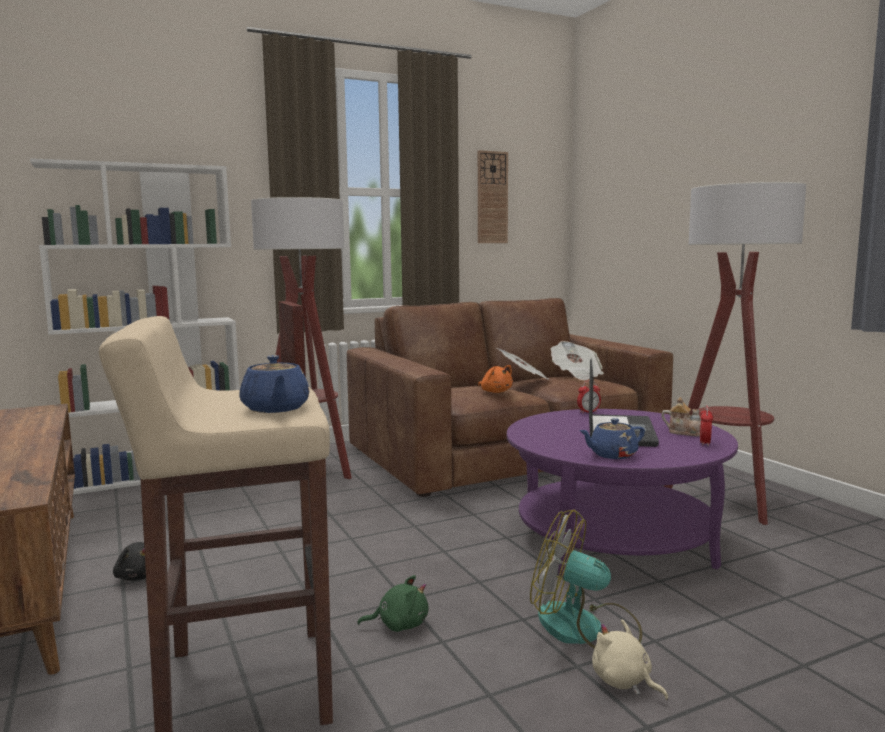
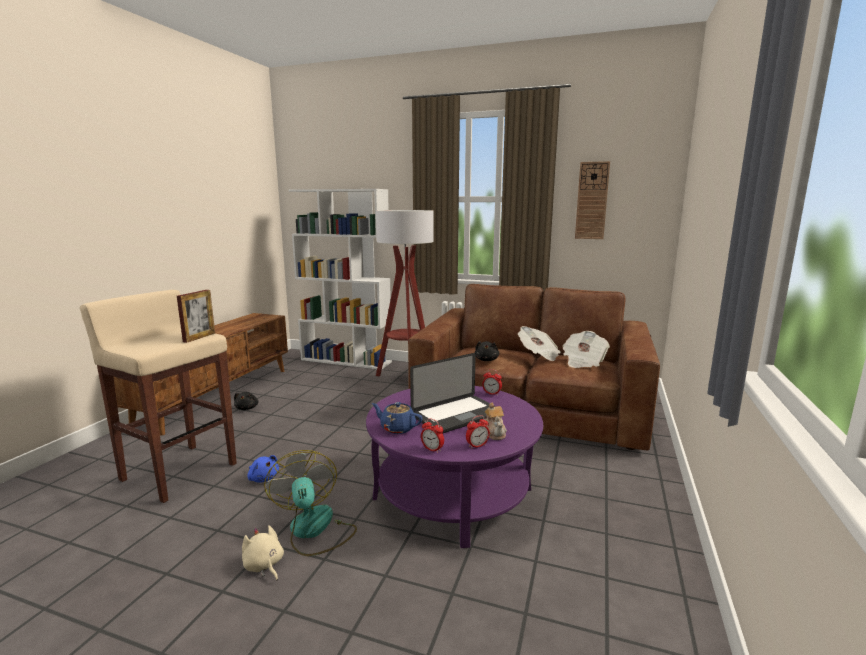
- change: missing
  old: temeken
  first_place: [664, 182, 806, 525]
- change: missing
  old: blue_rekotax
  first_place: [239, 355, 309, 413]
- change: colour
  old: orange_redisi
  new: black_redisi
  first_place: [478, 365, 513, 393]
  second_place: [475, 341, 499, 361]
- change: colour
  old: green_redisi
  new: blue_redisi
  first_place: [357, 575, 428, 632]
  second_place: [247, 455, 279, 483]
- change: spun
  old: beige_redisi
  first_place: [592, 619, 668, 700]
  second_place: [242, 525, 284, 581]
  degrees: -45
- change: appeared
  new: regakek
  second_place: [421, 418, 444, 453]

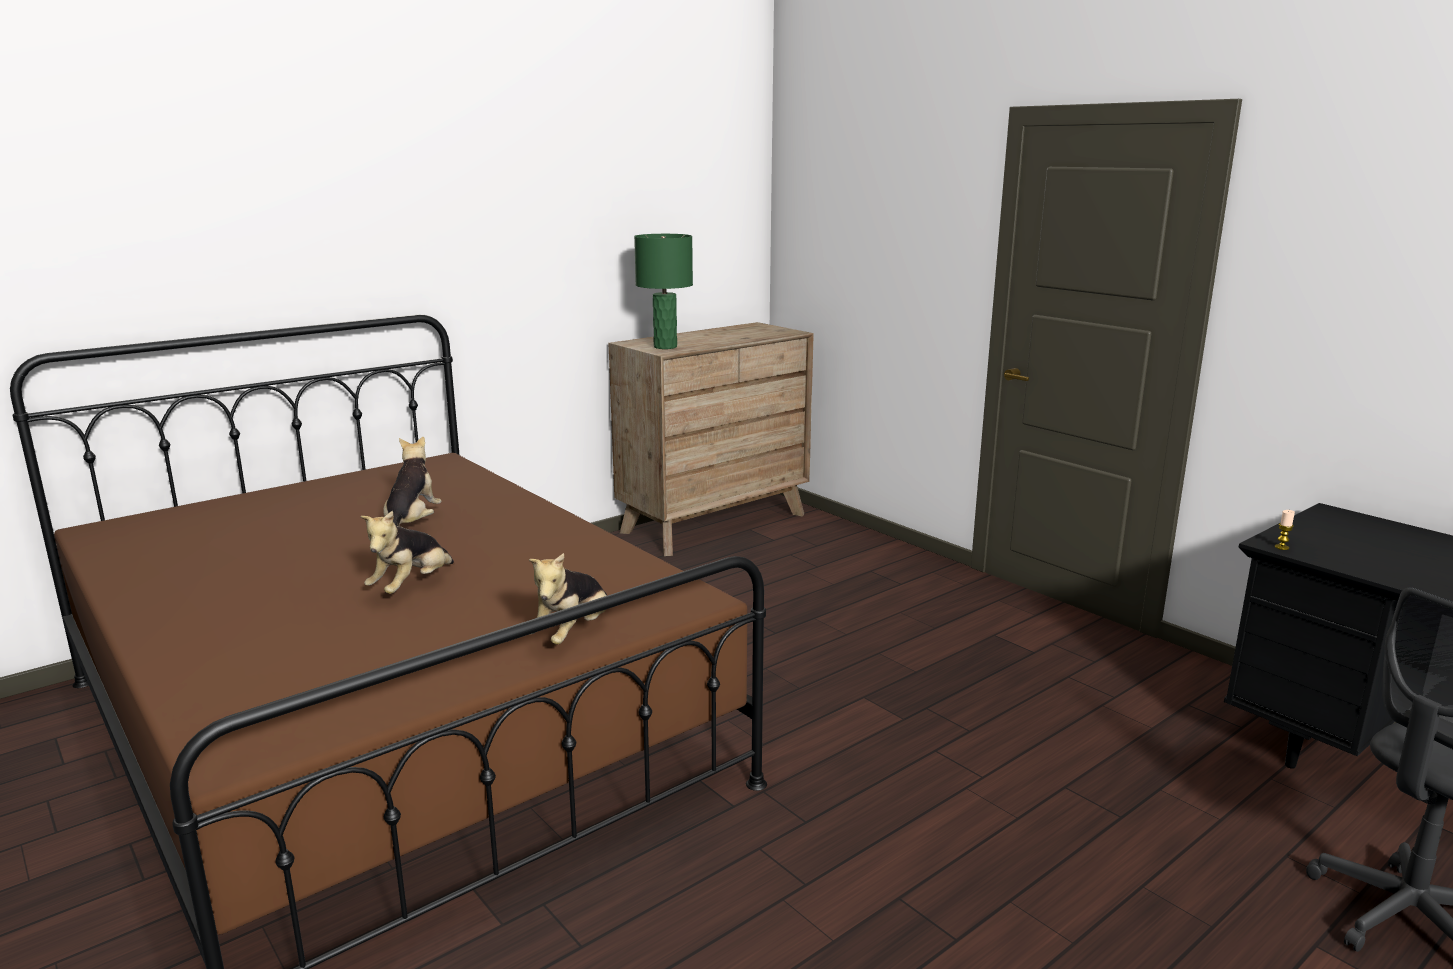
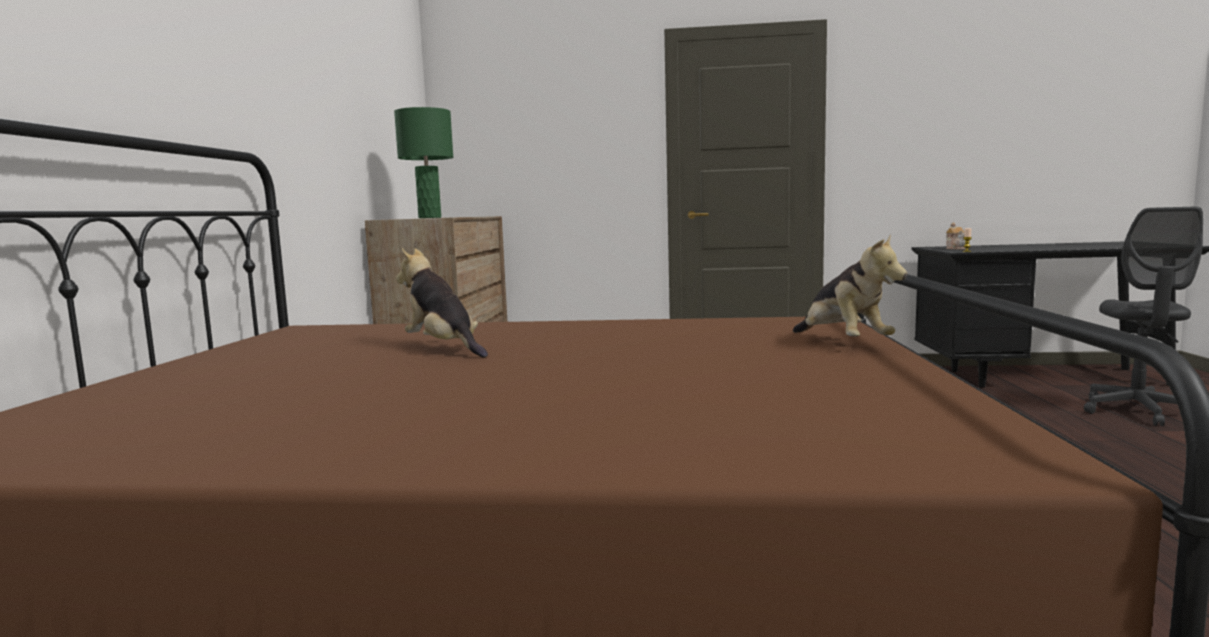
- change: missing
  old: redisi
  first_place: [361, 511, 454, 594]
- change: appeared
  new: rekotax
  second_place: [946, 222, 966, 250]

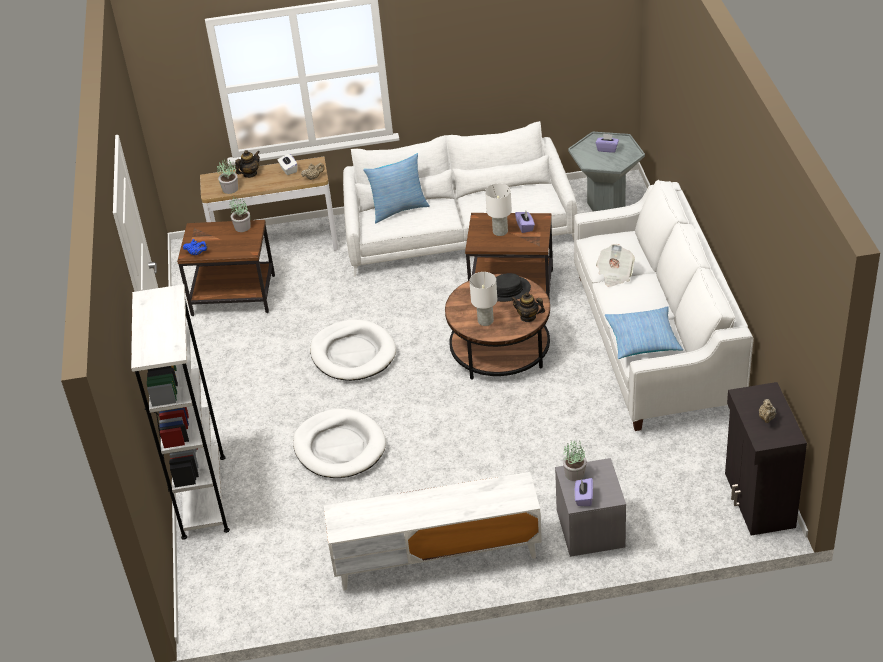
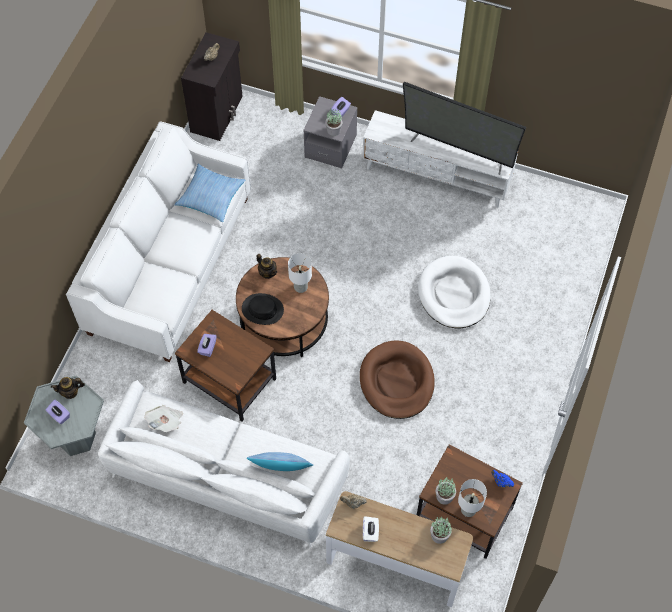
- change: relocated
  old: rekotax
  first_place: [235, 150, 260, 178]
  second_place: [51, 377, 85, 399]
- change: relocated
  old: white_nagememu
  first_place: [485, 183, 512, 236]
  second_place: [458, 479, 487, 517]
- change: relocated
  old: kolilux
  first_place: [596, 244, 635, 287]
  second_place: [144, 405, 183, 432]
- change: missing
  old: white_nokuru
  first_place: [131, 284, 230, 540]
- change: colour
  old: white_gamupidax
  new: brown_gamupidax
  first_place: [310, 319, 396, 381]
  second_place: [360, 340, 435, 419]
- change: appeared
  new: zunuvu
  second_place: [403, 82, 526, 175]

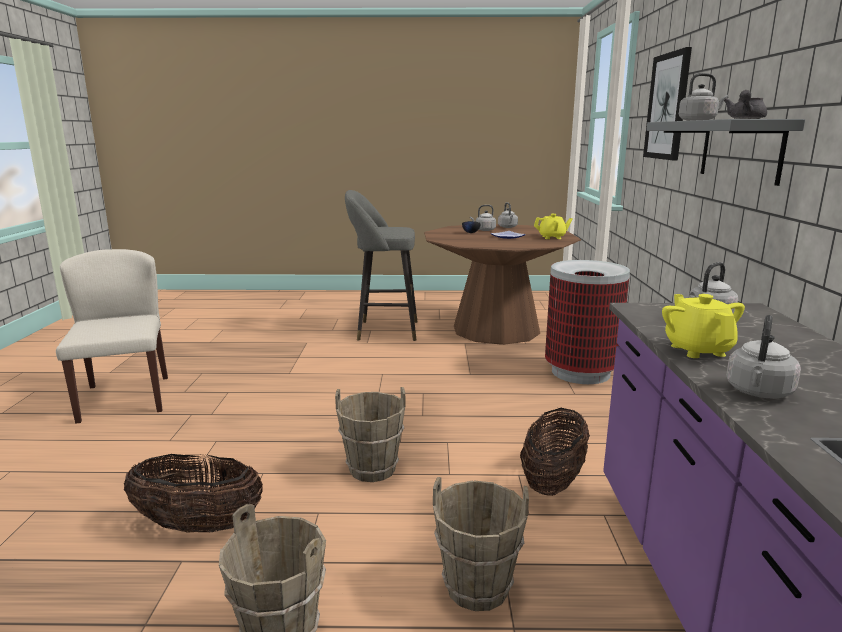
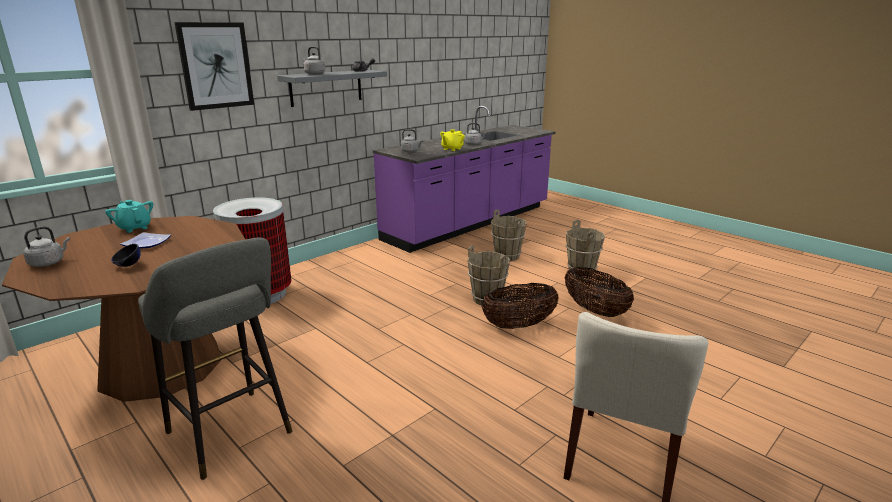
- change: missing
  old: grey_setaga
  first_place: [470, 205, 496, 231]
- change: colour
  old: yellow_rekotax
  new: turquoise_rekotax
  first_place: [534, 214, 573, 239]
  second_place: [105, 200, 153, 233]
- change: relocated
  old: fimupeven
  first_place: [520, 408, 590, 496]
  second_place: [482, 283, 559, 329]

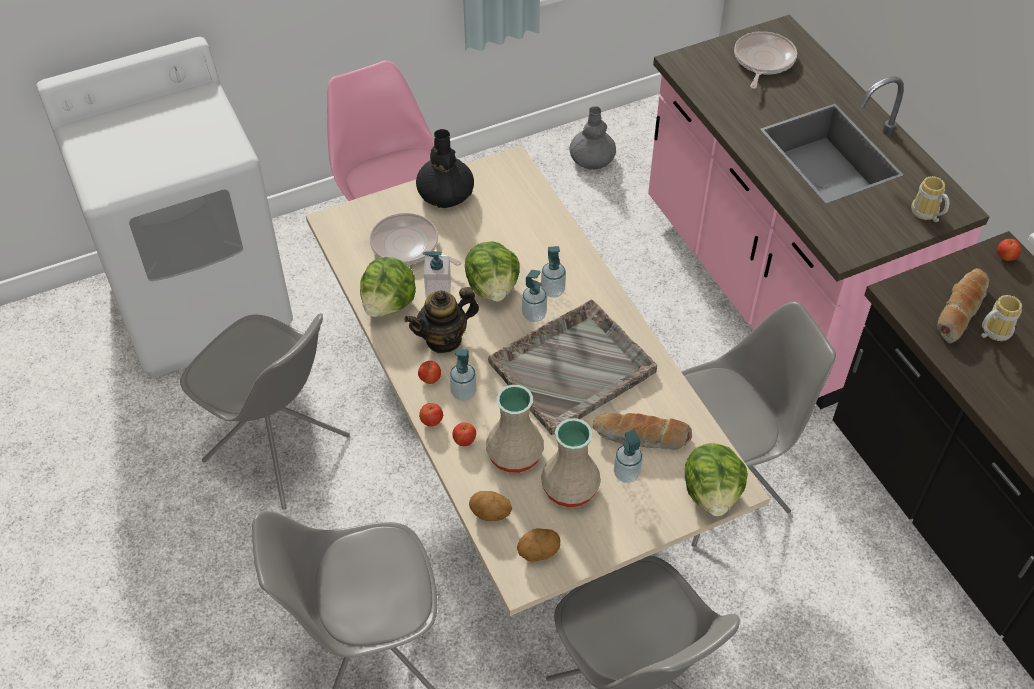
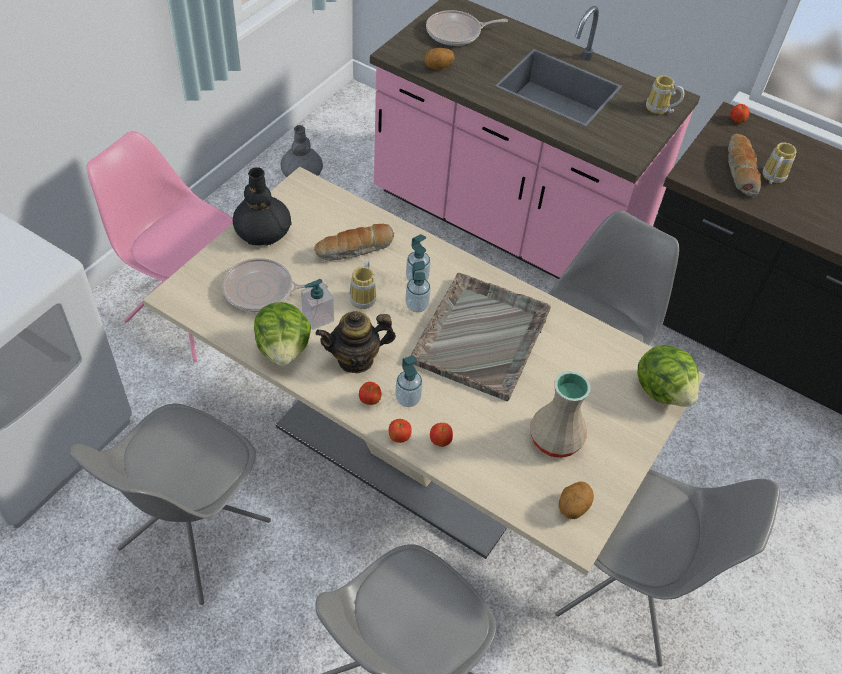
- change: spun
  old: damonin
  first_place: [734, 31, 797, 89]
  second_place: [426, 10, 508, 46]
  degrees: -90
- change: exchanged
  old: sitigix
  new: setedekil
  first_place: [465, 241, 520, 301]
  second_place: [349, 258, 377, 309]
- change: spun
  old: rekotax
  first_place: [404, 287, 479, 353]
  second_place: [316, 311, 396, 373]
  degrees: 45
- change: spun
  old: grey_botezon
  first_place: [180, 313, 350, 510]
  second_place: [70, 404, 271, 605]
  degrees: 120
- change: missing
  old: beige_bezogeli
  first_place: [486, 385, 544, 473]
- change: relocated
  old: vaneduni
  first_place: [593, 413, 692, 450]
  second_place: [314, 224, 394, 260]
- change: missing
  old: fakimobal
  first_place: [614, 430, 643, 483]
- change: relocated
  old: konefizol
  first_place: [469, 491, 512, 521]
  second_place: [424, 48, 455, 70]

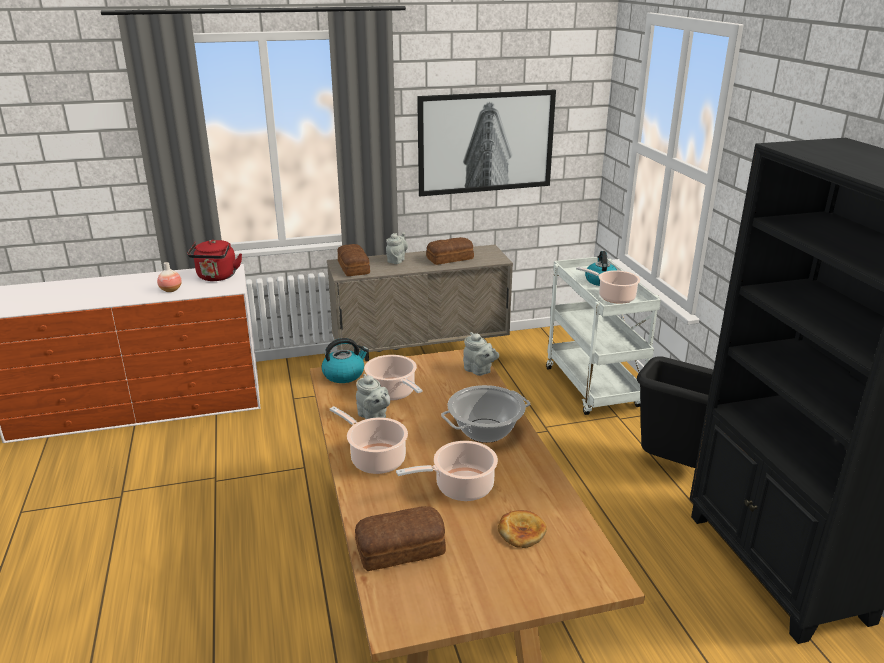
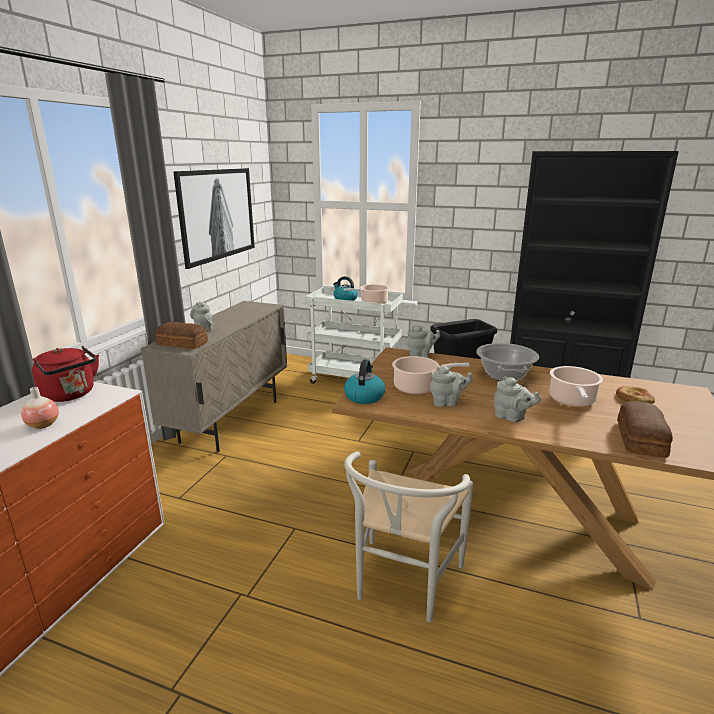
- change: missing
  old: vaneduni
  first_place: [426, 237, 474, 265]
- change: exchanged
  old: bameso
  new: grey_rekotax
  first_place: [330, 406, 408, 474]
  second_place: [494, 376, 541, 422]
- change: appeared
  new: white_botezon
  second_place: [344, 451, 473, 622]

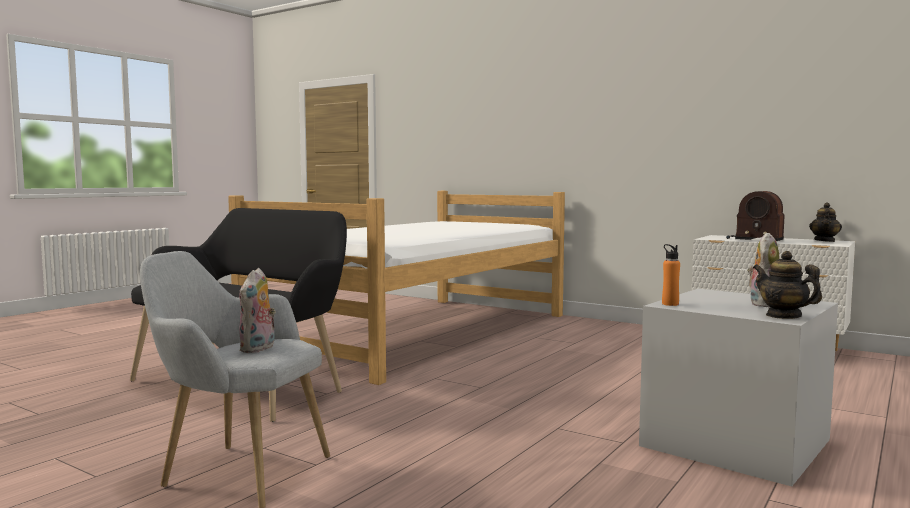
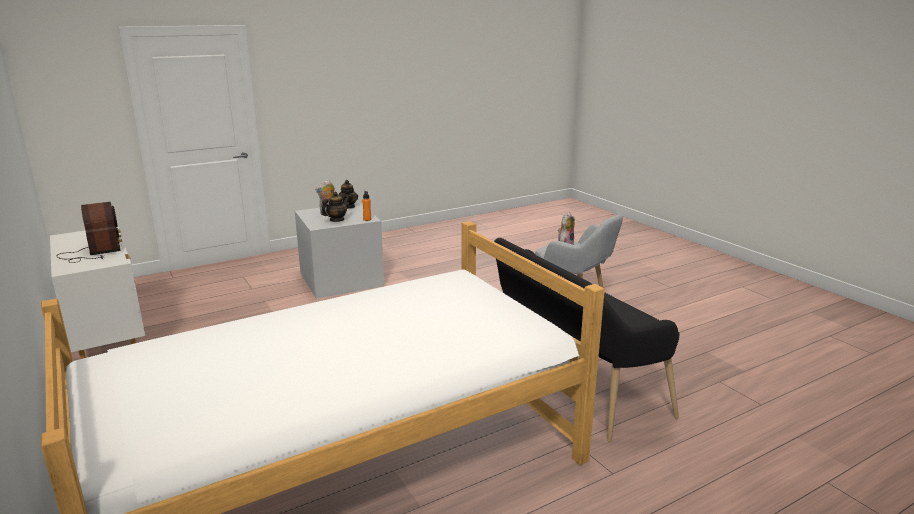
- change: relocated
  old: rekotax
  first_place: [809, 202, 842, 242]
  second_place: [321, 192, 350, 222]

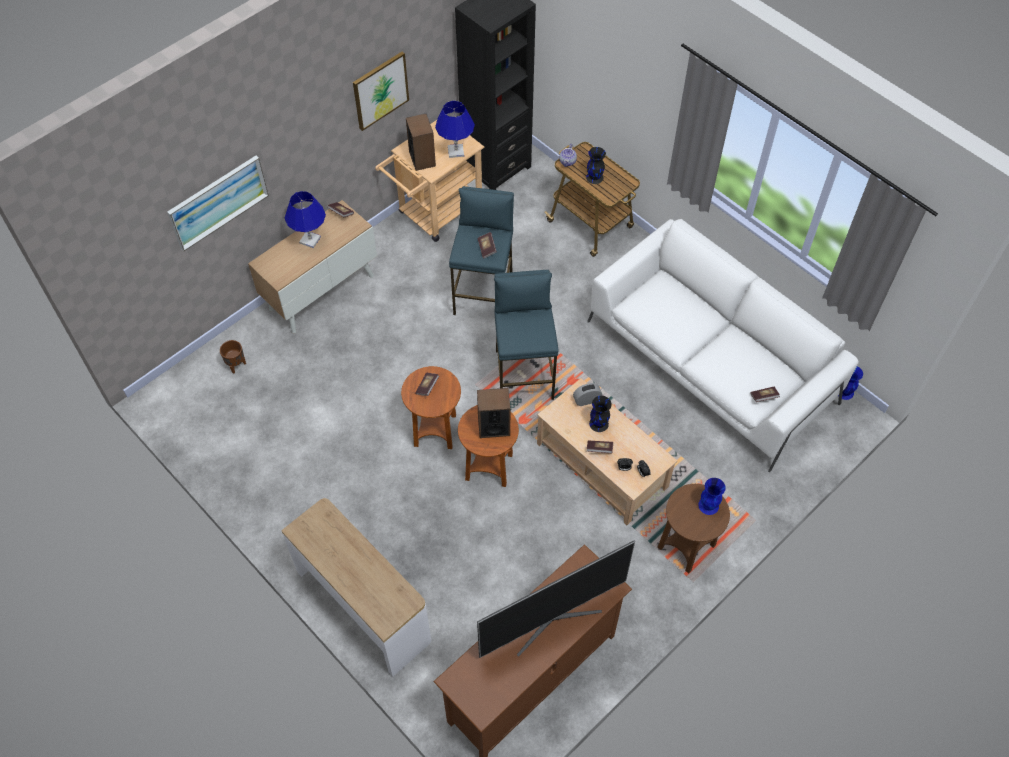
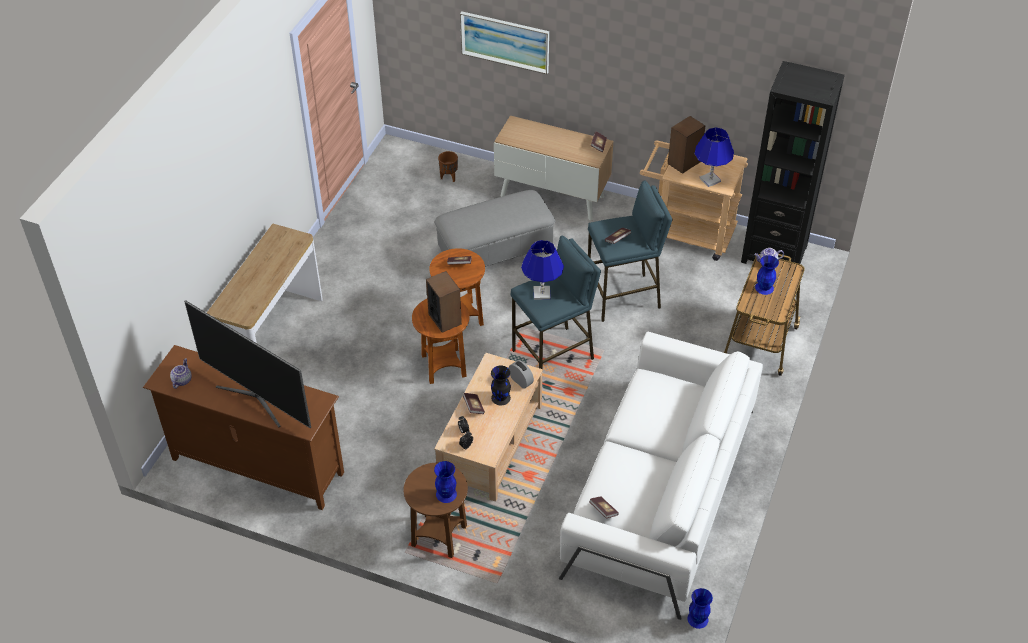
- change: missing
  old: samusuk
  first_place: [353, 51, 409, 131]
- change: colour
  old: black_bezogeli
  new: blue_bezogeli
  first_place: [586, 147, 606, 184]
  second_place: [755, 255, 779, 295]
- change: relocated
  old: blue_nagememu
  first_place: [285, 191, 326, 248]
  second_place: [521, 240, 564, 300]
- change: appeared
  new: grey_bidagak
  second_place: [434, 190, 555, 267]
- change: appeared
  new: rekotax
  second_place: [170, 358, 192, 389]

